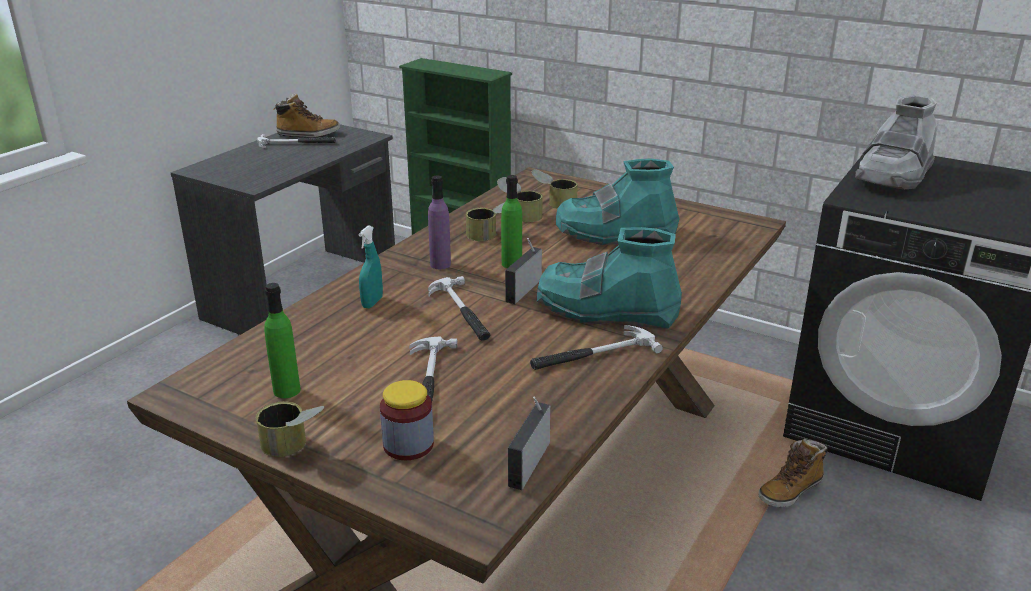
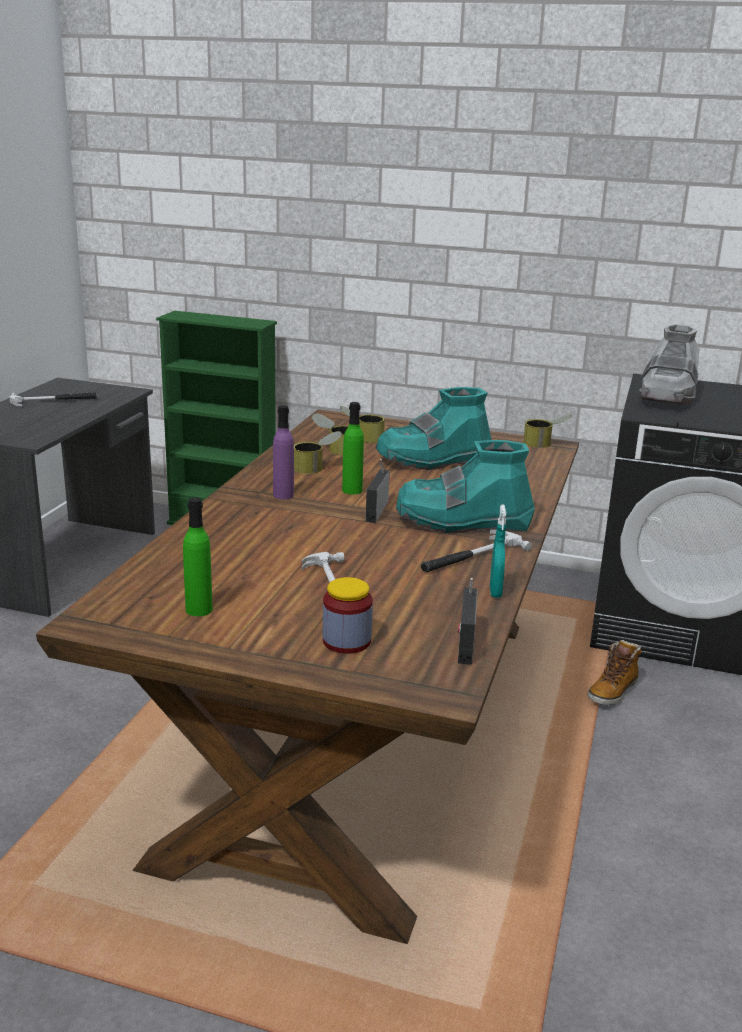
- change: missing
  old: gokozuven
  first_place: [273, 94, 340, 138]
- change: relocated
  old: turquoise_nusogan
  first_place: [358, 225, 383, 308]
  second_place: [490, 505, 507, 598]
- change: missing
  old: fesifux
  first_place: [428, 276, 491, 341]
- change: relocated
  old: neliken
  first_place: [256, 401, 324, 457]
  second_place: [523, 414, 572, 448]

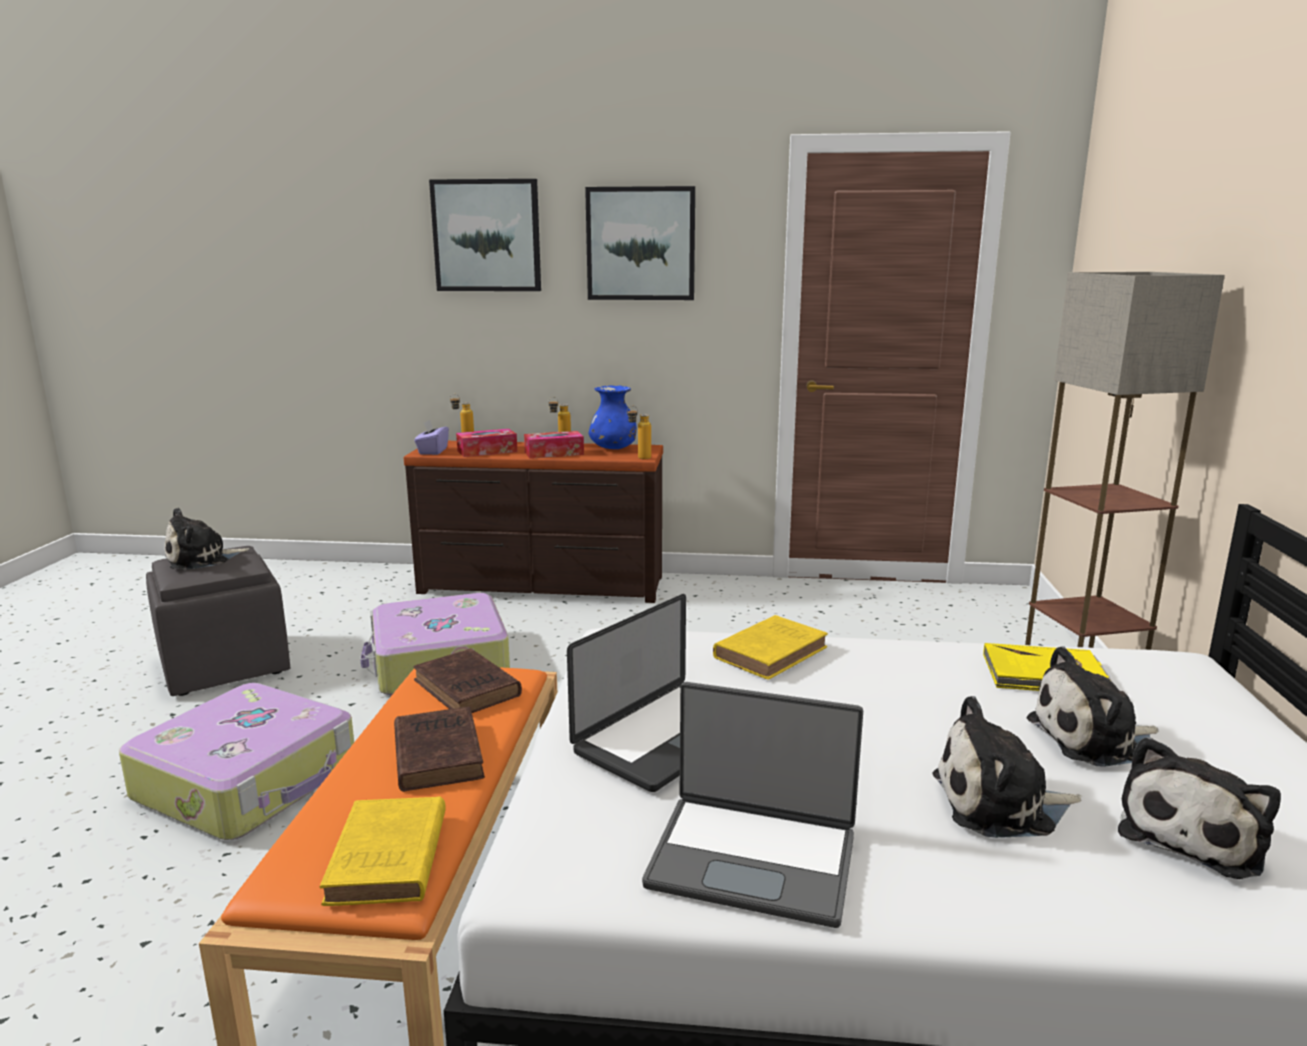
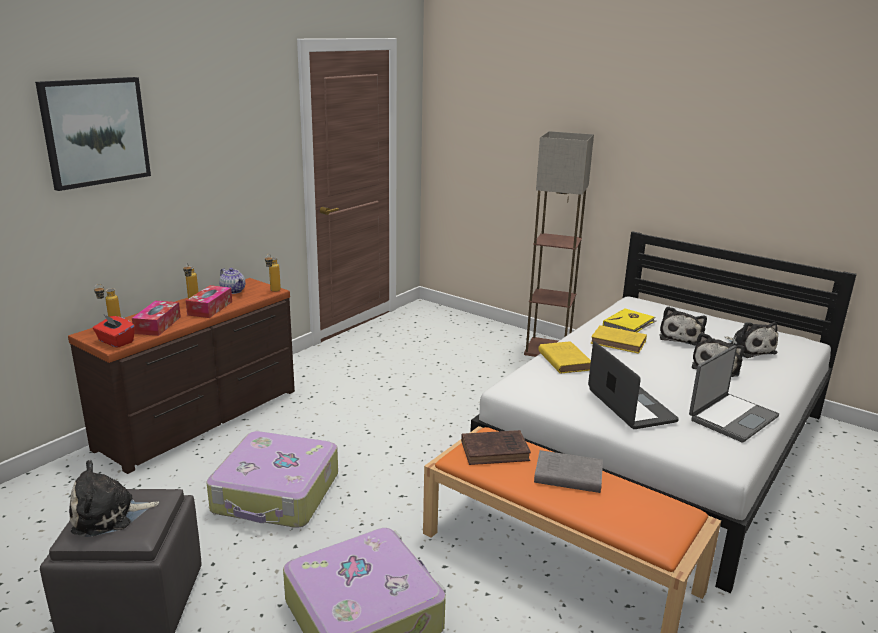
- change: missing
  old: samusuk
  first_place: [585, 186, 695, 300]
- change: exchanged
  old: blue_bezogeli
  new: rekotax
  first_place: [588, 386, 637, 449]
  second_place: [219, 268, 245, 294]
- change: colour
  old: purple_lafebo
  new: red_lafebo
  first_place: [414, 419, 449, 455]
  second_place: [93, 315, 135, 348]
- change: spun
  old: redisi
  first_place: [164, 508, 249, 570]
  second_place: [69, 460, 159, 537]
  degrees: 75
- change: colour
  old: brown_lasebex
  new: grey_lasebex
  first_place: [394, 707, 485, 792]
  second_place: [534, 450, 603, 493]
- change: relocated
  old: yellow_lasebex
  first_place: [320, 796, 446, 906]
  second_place: [591, 325, 647, 354]

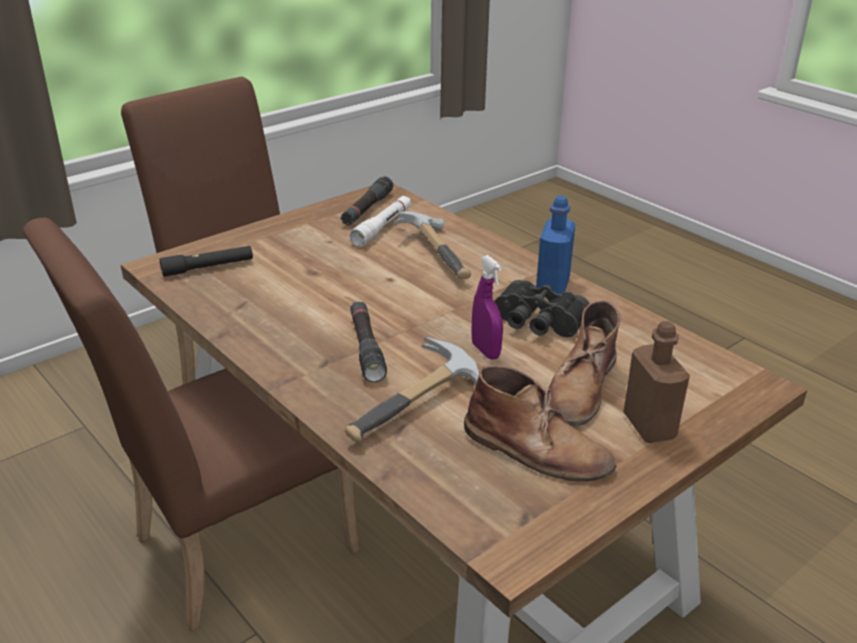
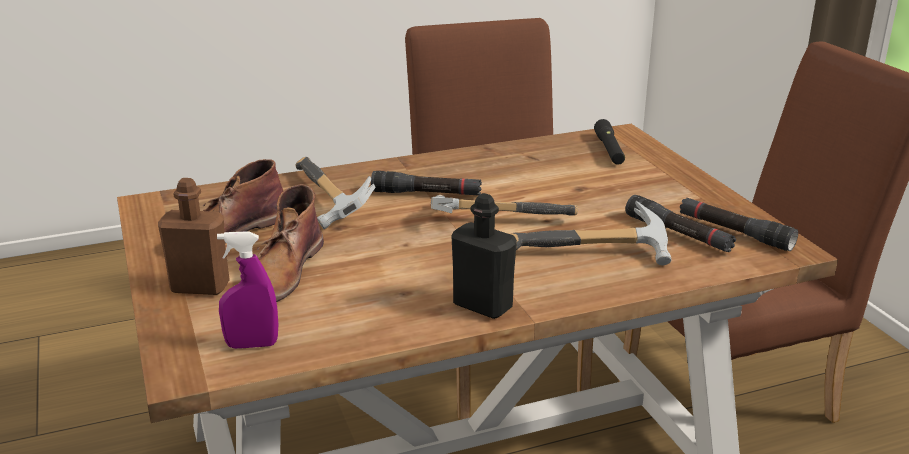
- change: colour
  old: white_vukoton
  new: black_vukoton
  first_place: [350, 196, 411, 246]
  second_place: [625, 195, 736, 252]
- change: colour
  old: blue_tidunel
  new: black_tidunel
  first_place: [536, 196, 575, 294]
  second_place: [451, 193, 517, 319]
- change: relocated
  old: purple_nusogan
  first_place: [472, 255, 503, 360]
  second_place: [217, 231, 278, 349]
- change: missing
  old: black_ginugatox
  first_place: [494, 280, 590, 337]
- change: spun
  old: brown_gokozuven
  first_place: [549, 300, 620, 426]
  second_place: [257, 184, 324, 302]
  degrees: -120
- change: appeared
  new: fesifux
  second_place: [431, 195, 578, 216]

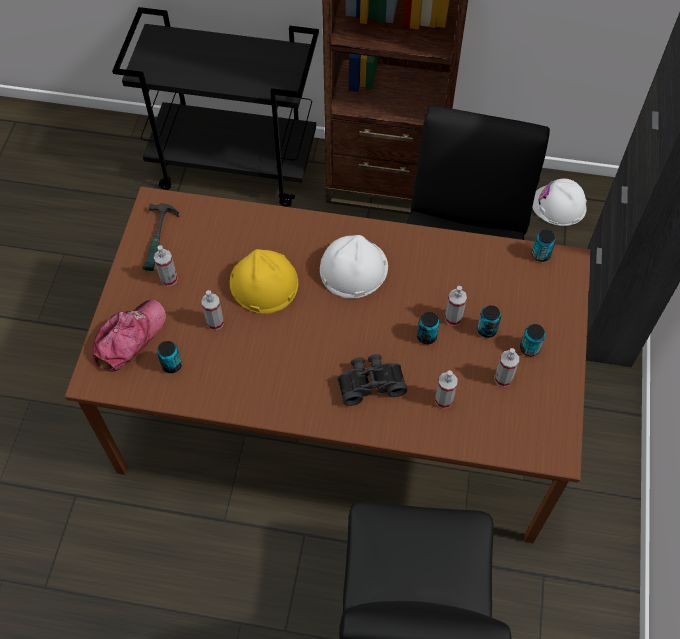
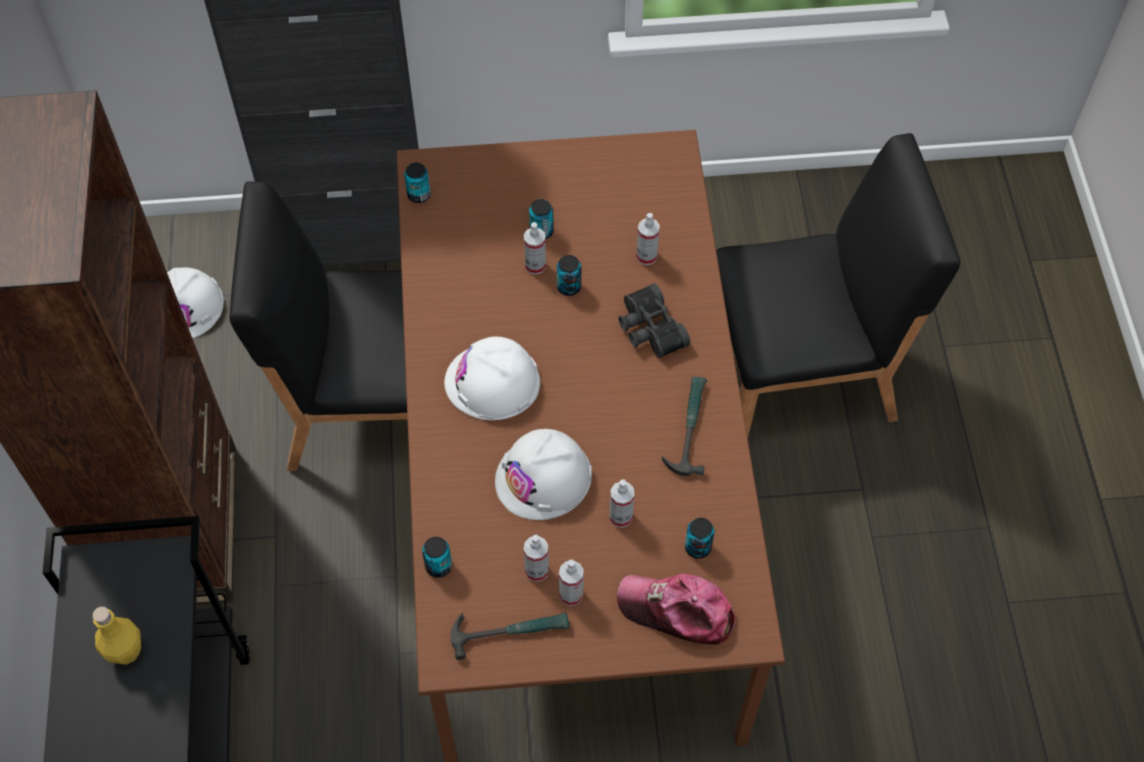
- change: colour
  old: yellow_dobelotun
  new: white_dobelotun
  first_place: [229, 249, 298, 314]
  second_place: [495, 429, 592, 520]
- change: relocated
  old: neliken
  first_place: [520, 324, 545, 356]
  second_place: [422, 537, 452, 578]
- change: relocated
  old: nusogan
  first_place: [495, 348, 519, 387]
  second_place: [524, 535, 549, 582]
- change: appeared
  new: fesifux
  second_place: [662, 377, 707, 476]
- change: appeared
  new: yellow_tidunel
  second_place: [93, 607, 141, 665]

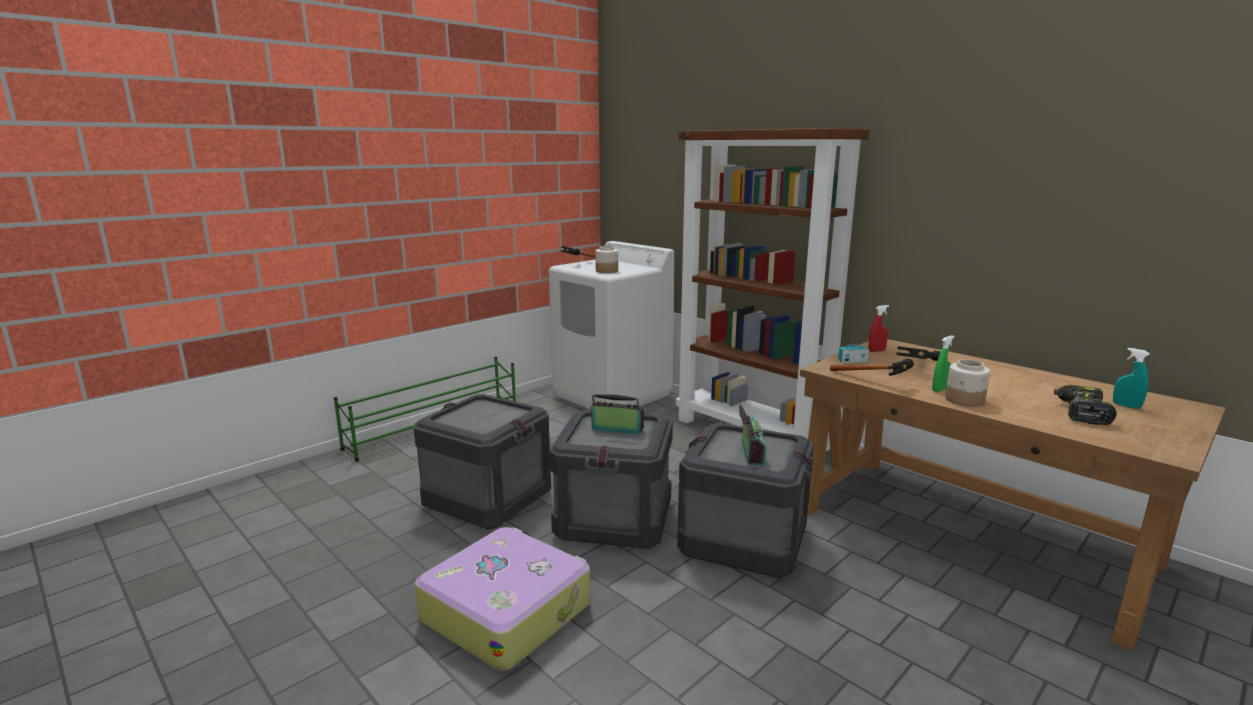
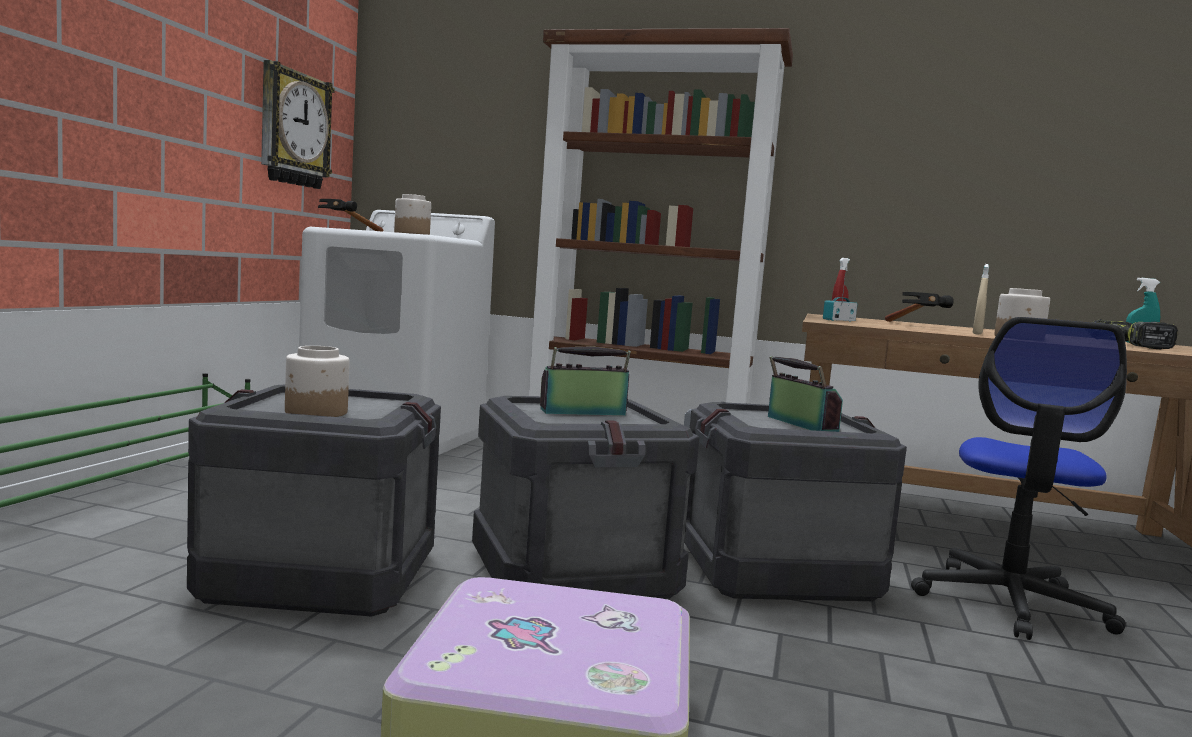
- change: colour
  old: green_nusogan
  new: beige_nusogan
  first_place: [932, 335, 955, 392]
  second_place: [973, 264, 989, 335]
- change: missing
  old: fesifux
  first_place: [830, 358, 914, 376]
- change: appeared
  new: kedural
  second_place: [261, 60, 335, 189]
- change: appeared
  new: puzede
  second_place: [911, 317, 1127, 640]
- change: appeared
  new: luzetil
  second_place: [285, 346, 350, 417]

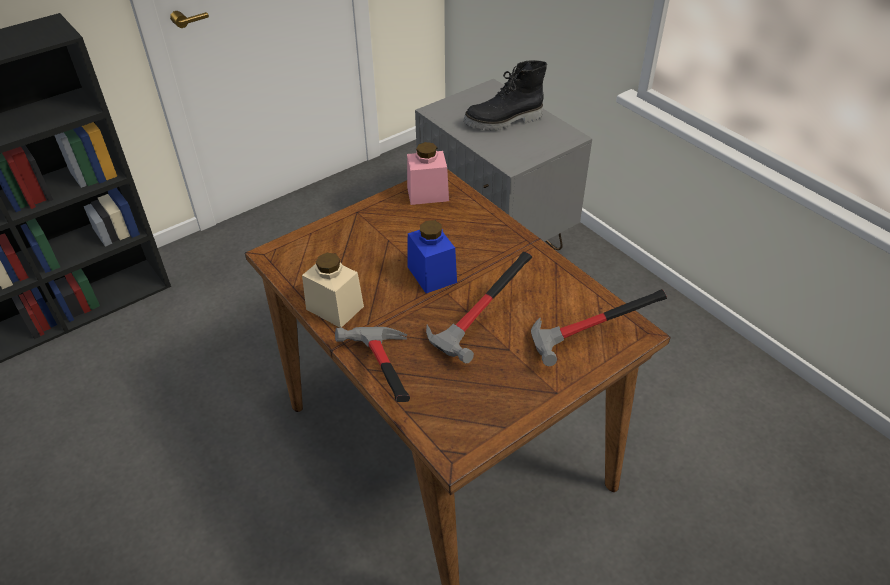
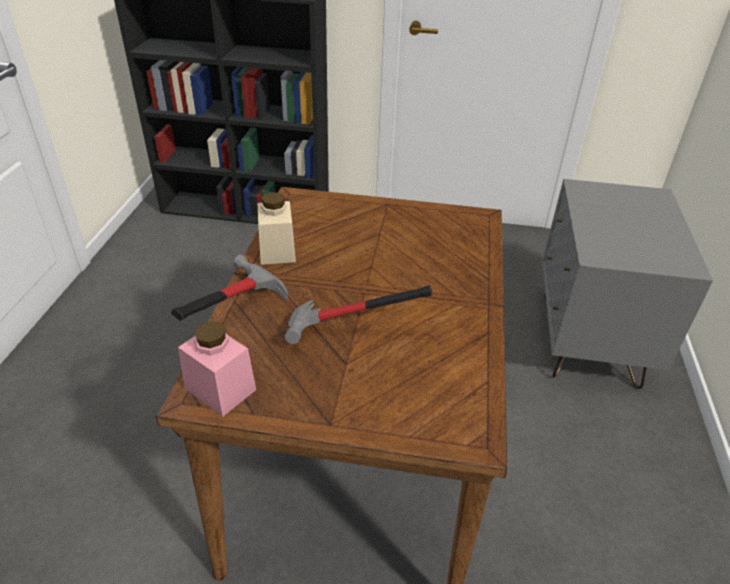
- change: missing
  old: black_gokozuven
  first_place: [463, 60, 547, 131]
- change: relocated
  old: pink_luzetil
  first_place: [407, 142, 449, 205]
  second_place: [178, 321, 256, 417]
- change: missing
  old: blue_luzetil
  first_place: [408, 220, 457, 293]
- change: missing
  old: fesifux
  first_place: [531, 289, 667, 366]

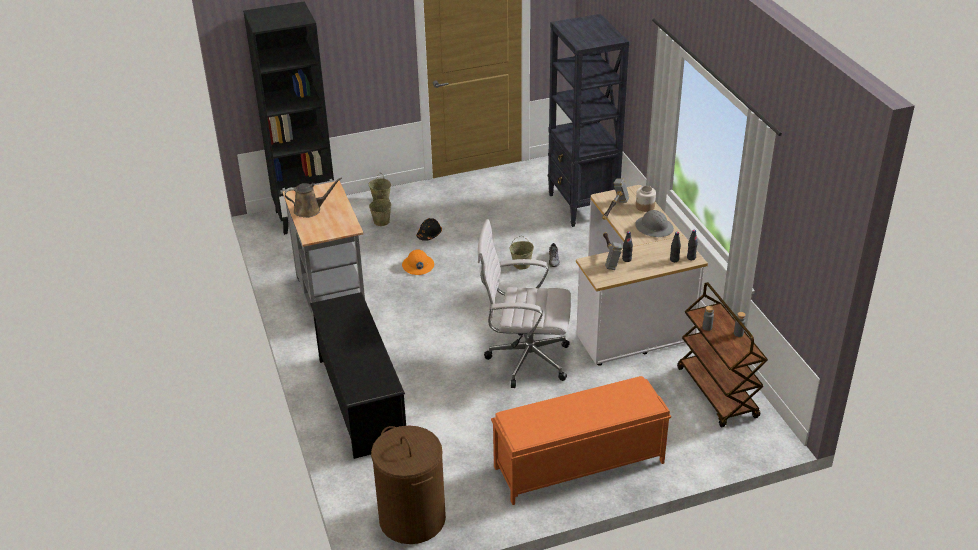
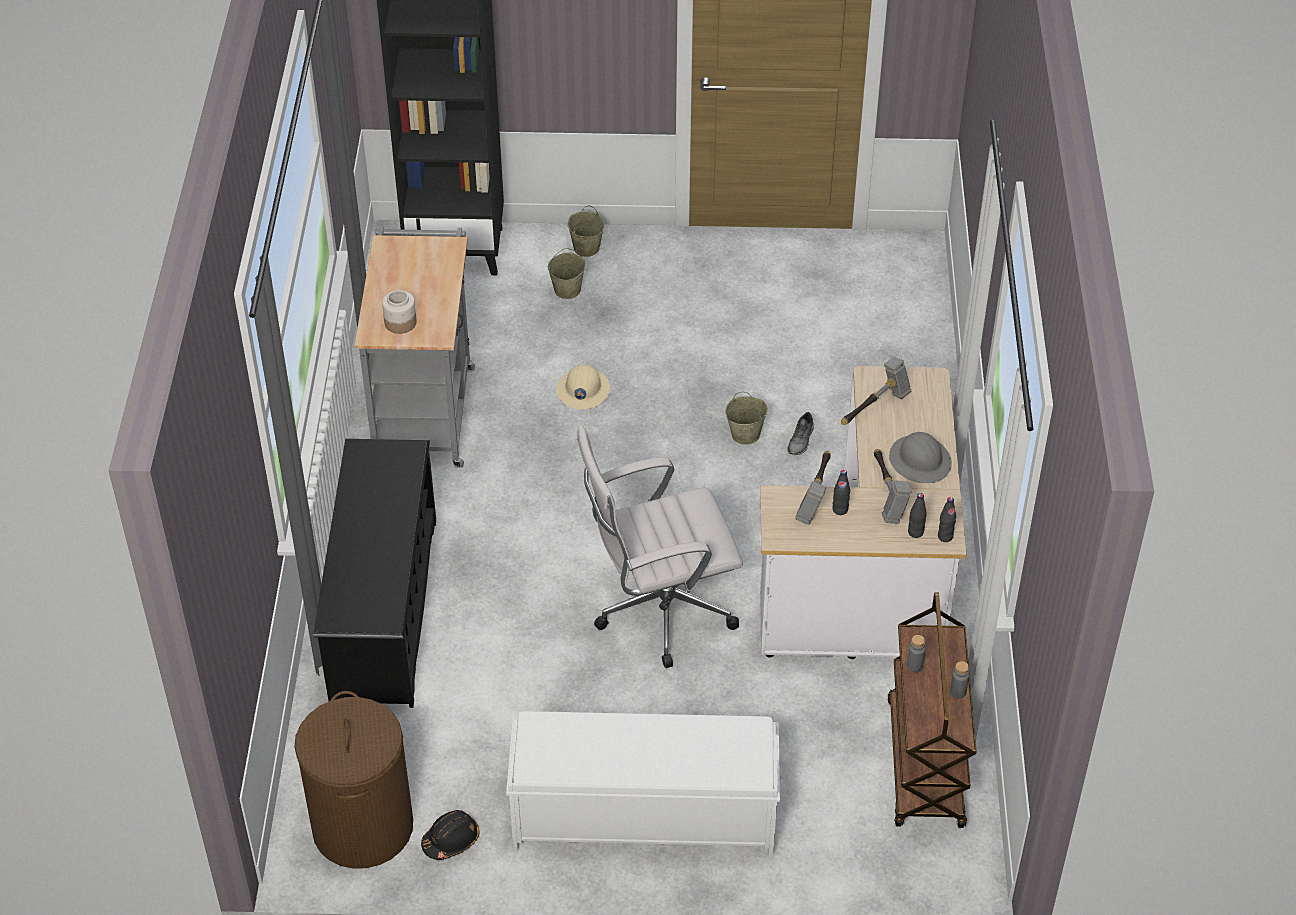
- change: missing
  old: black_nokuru
  first_place: [548, 14, 629, 227]
- change: missing
  old: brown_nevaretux
  first_place: [285, 178, 342, 218]
- change: relocated
  old: luzetil
  first_place: [636, 186, 656, 212]
  second_place: [382, 290, 417, 334]
- change: relocated
  old: black_dobelotun
  first_place: [416, 218, 442, 241]
  second_place: [421, 810, 480, 860]
- change: spun
  old: white_puzede
  first_place: [478, 219, 571, 388]
  second_place: [577, 426, 743, 668]
  degrees: -45
- change: colour
  old: orange_dobelotun
  new: beige_dobelotun
  first_place: [402, 249, 434, 275]
  second_place: [556, 364, 610, 409]
- change: colour
  old: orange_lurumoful
  new: white_lurumoful
  first_place: [491, 376, 671, 505]
  second_place: [506, 711, 780, 858]
- change: appeared
  new: fesifux
  second_place: [874, 449, 912, 524]

